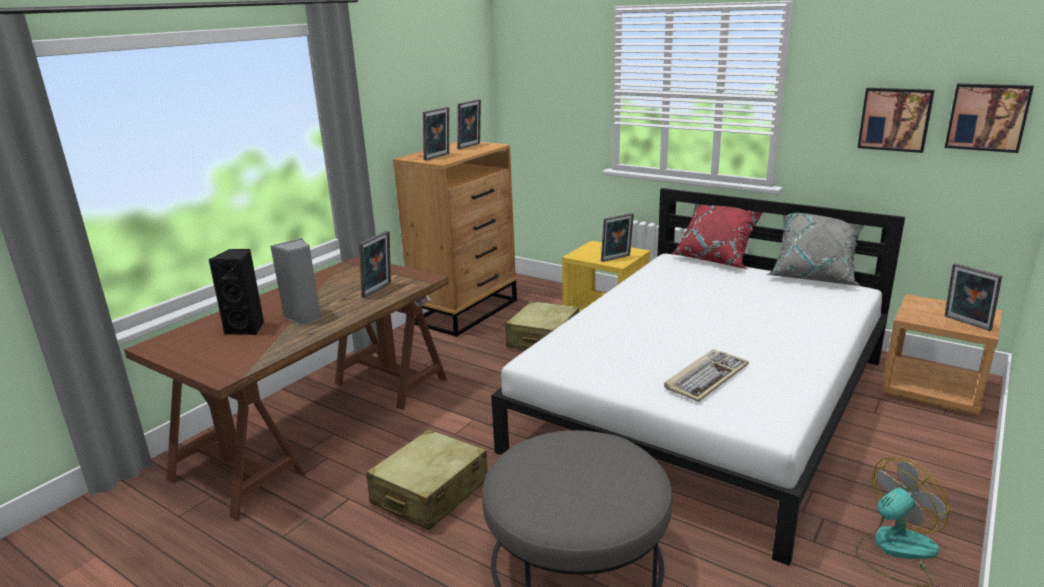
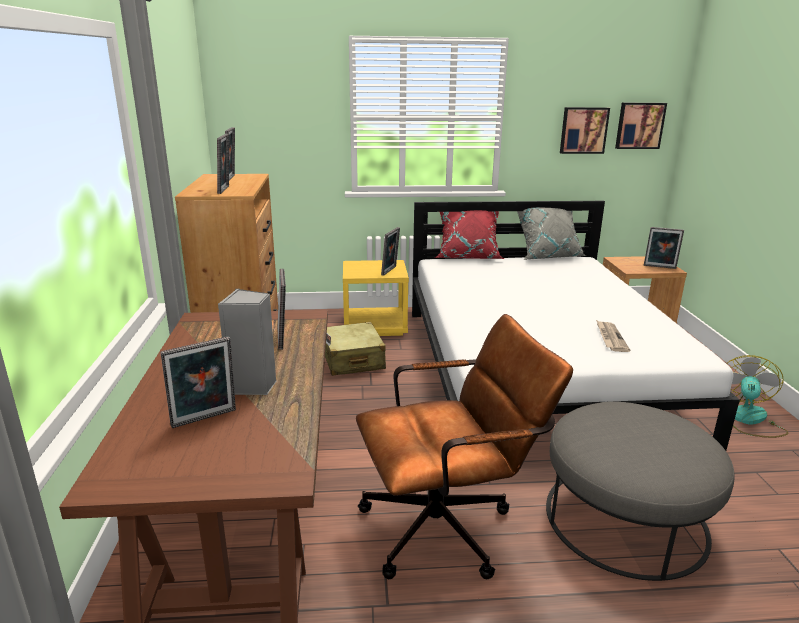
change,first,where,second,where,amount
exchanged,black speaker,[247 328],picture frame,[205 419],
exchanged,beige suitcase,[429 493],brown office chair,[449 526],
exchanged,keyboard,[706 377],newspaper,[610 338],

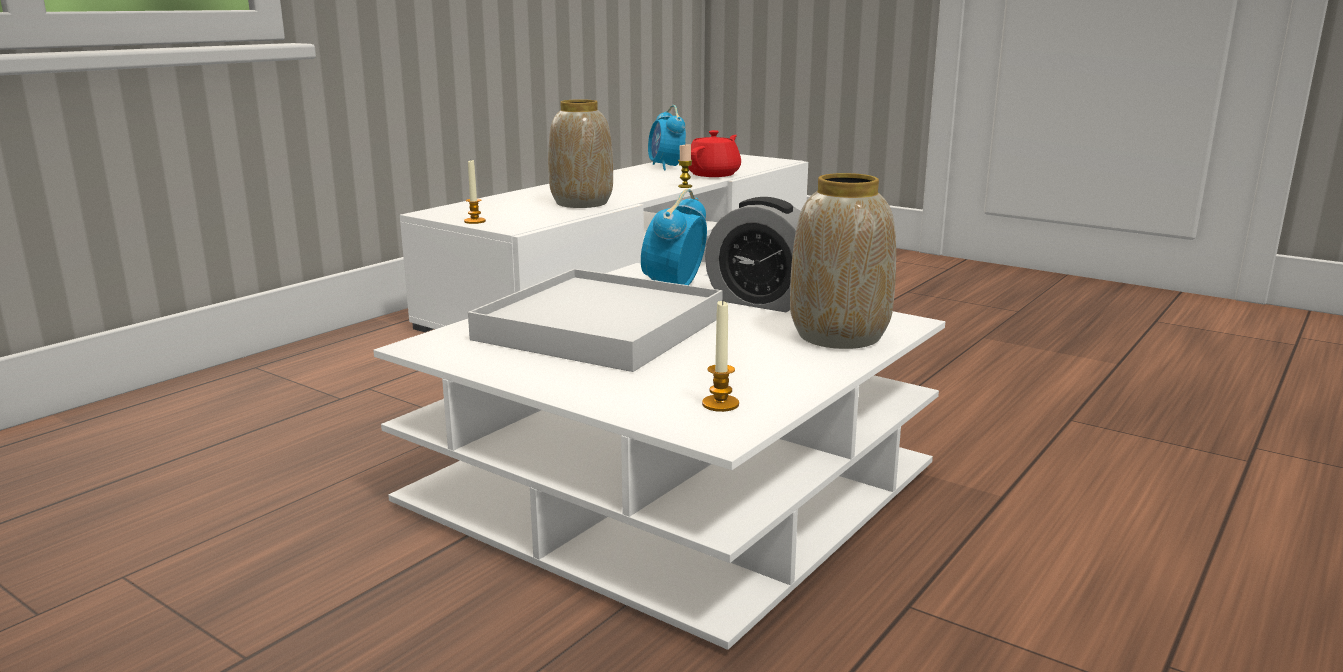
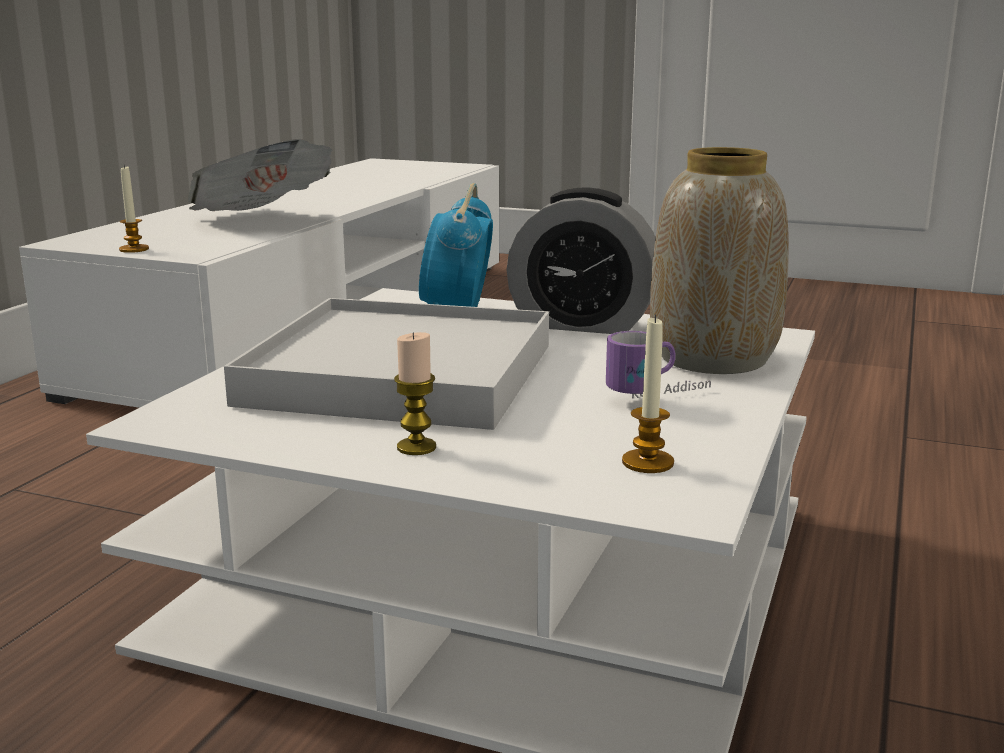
change,first,where,second,where,amount
exchanged,vase,[581 203],newspaper,[262 221],
relocated,candle,[685 186],,[416 447],
appeared,,,mug,[660 397],
missing,alarm clock,[666 167],,,
missing,red teapot,[714 174],,,

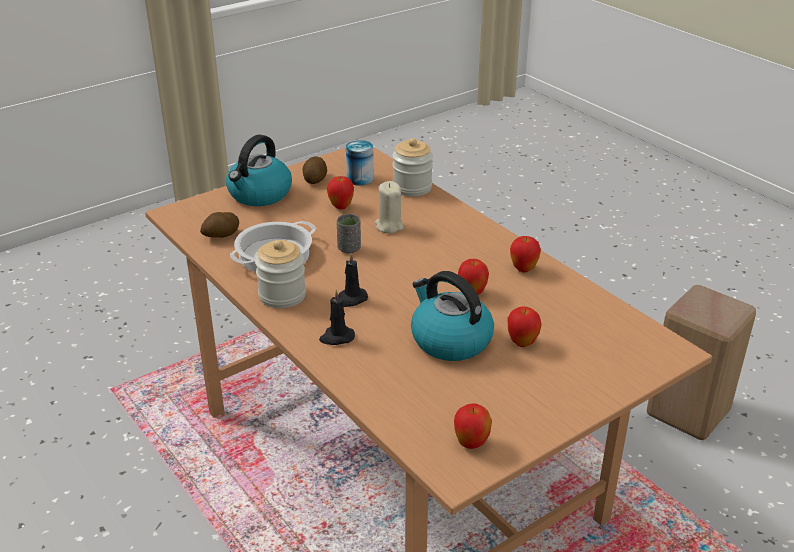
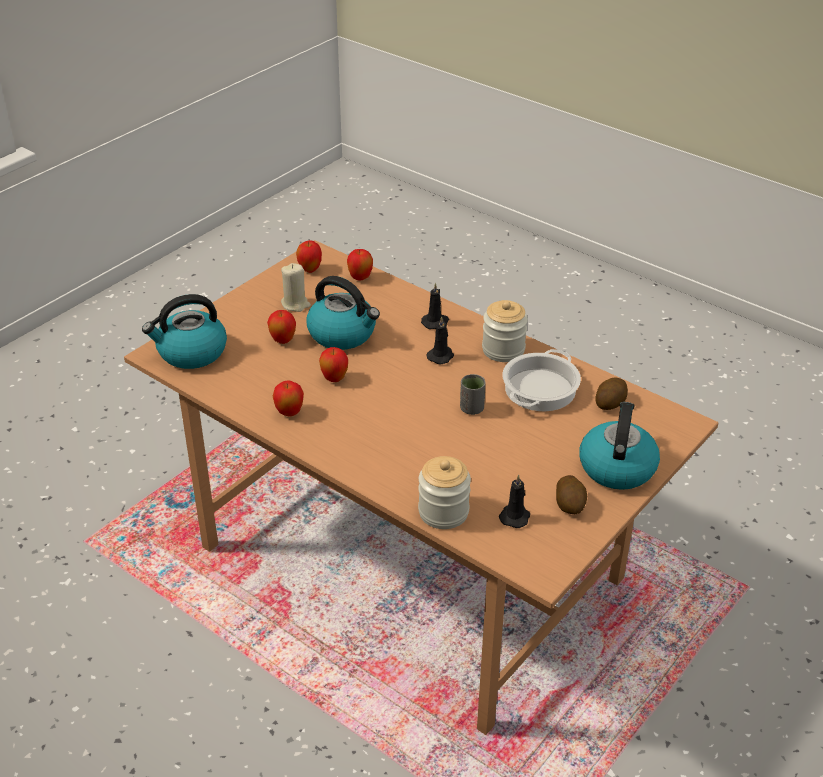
change,first,where,second,where,amount
appeared,,,kettle,[191 353],
relocated,beige candle,[389 226],,[295 304],
relocated,apple,[341 207],,[360 278],
exchanged,can,[360 179],black candle,[515 516],
missing,beige stool,[690 412],,,

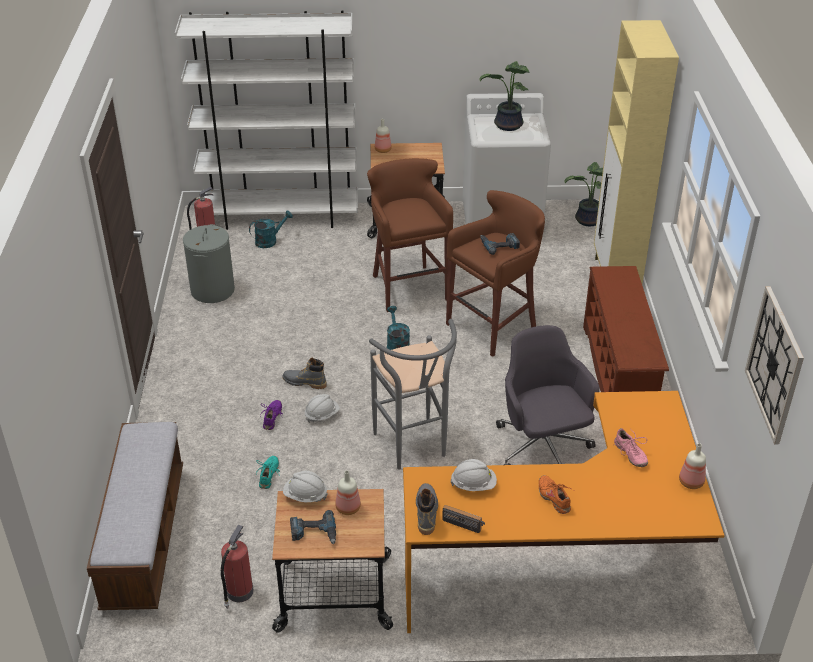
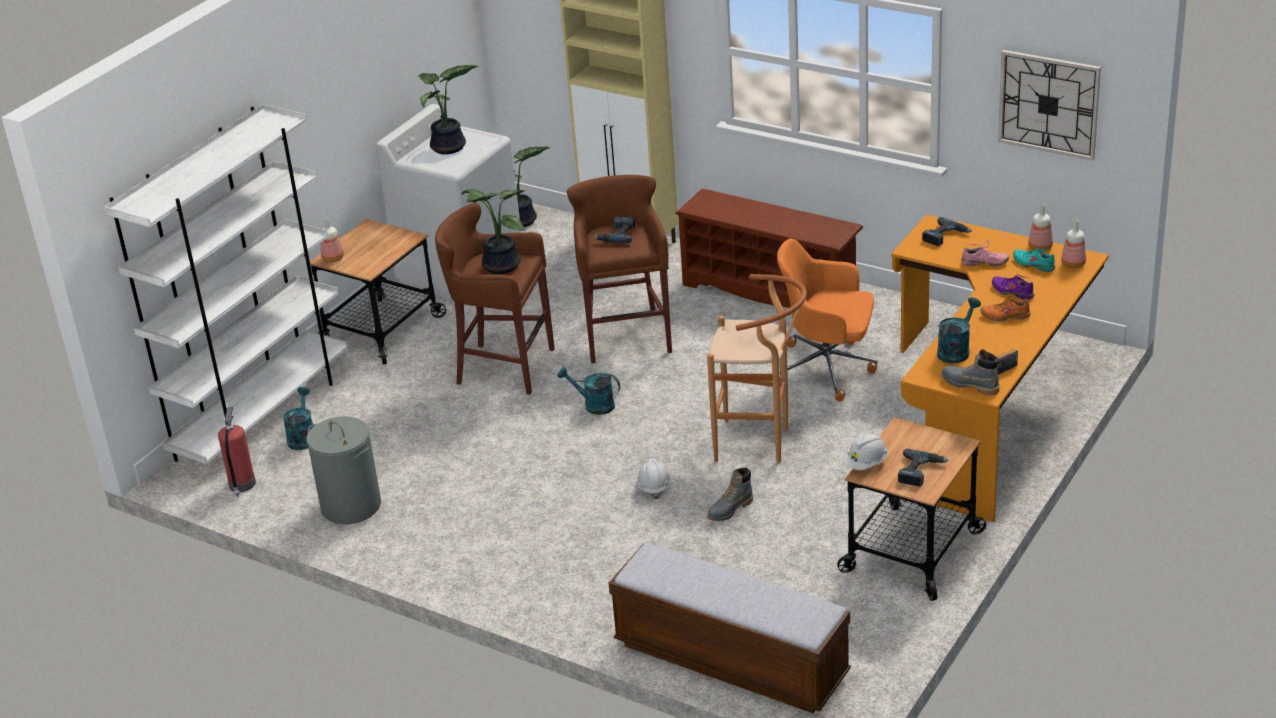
change,first,where,second,where,amount
appeared,,,potted plant,[499 266],
colour,grey stool,[414 449],brown stool,[760 443],
relocated,grey boot,[304 382],,[730 510],
colour,grey office chair,[542 448],orange office chair,[828 368],
appeared,,,power drill,[945 236],
exchanged,white hard hat,[473 485],turquoise watering can,[956 350],
relocated,purple shoe,[272 418],,[1012 292],
relocated,turquoise shoe,[269 475],,[1034 264],
relocated,bottle,[347 508],,[1073 264],
missing,fire extinguisher,[239 593],,,

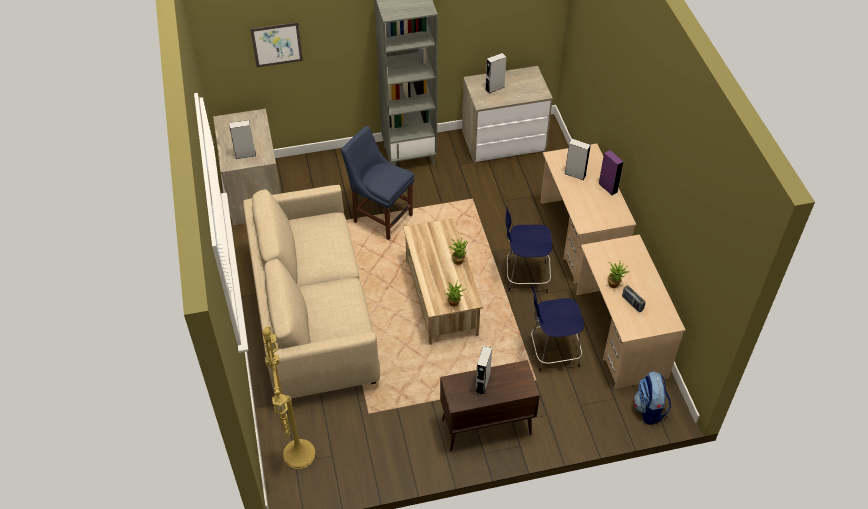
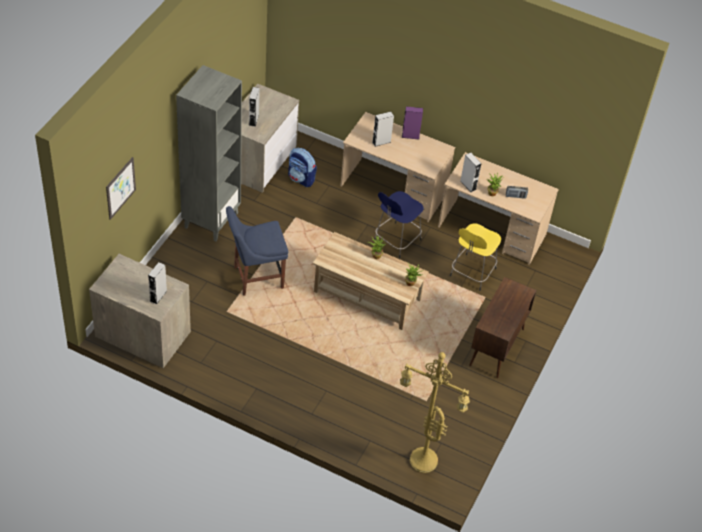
change,first,where,second,where,amount
relocated,backpack,[649 409],,[301 178],
colour,blue stool,[552 352],yellow stool,[472 273],
relocated,grey speaker,[482 384],,[468 185],
missing,beige sofa,[313 316],,,

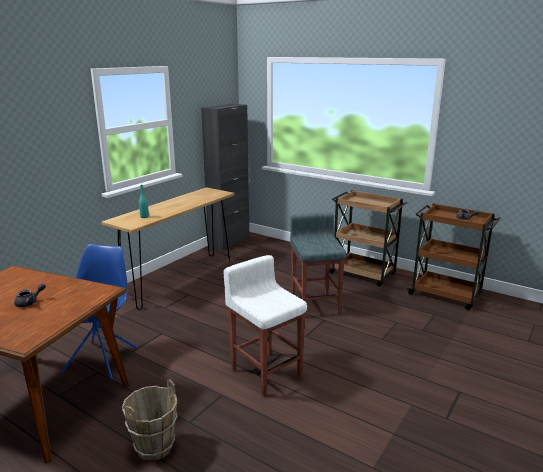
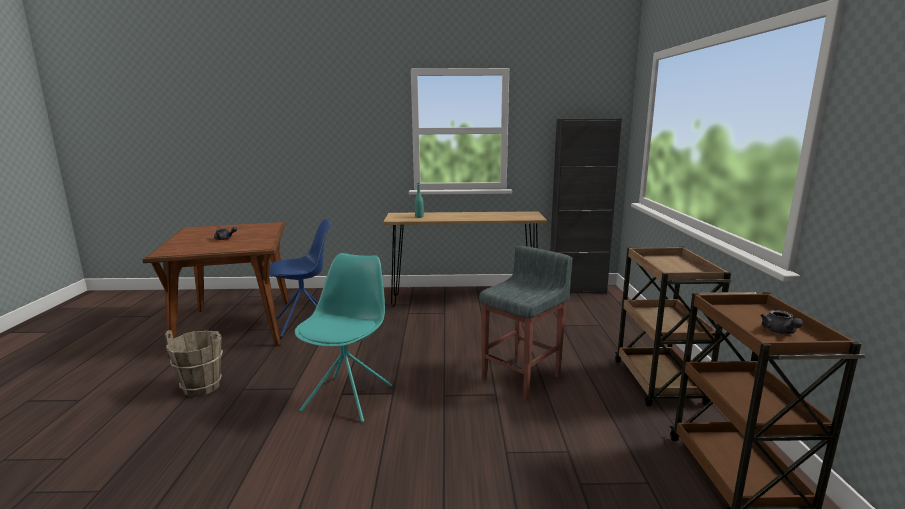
change,first,where,second,where,amount
exchanged,white stool,[266 372],turquoise chair,[349 397],

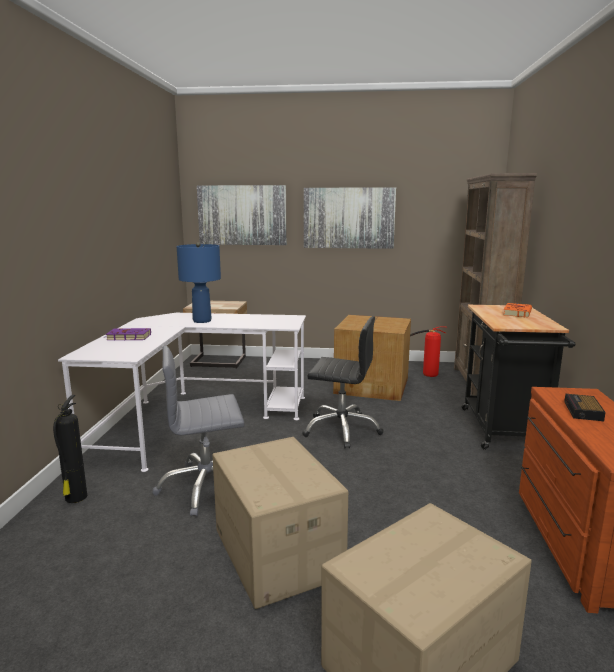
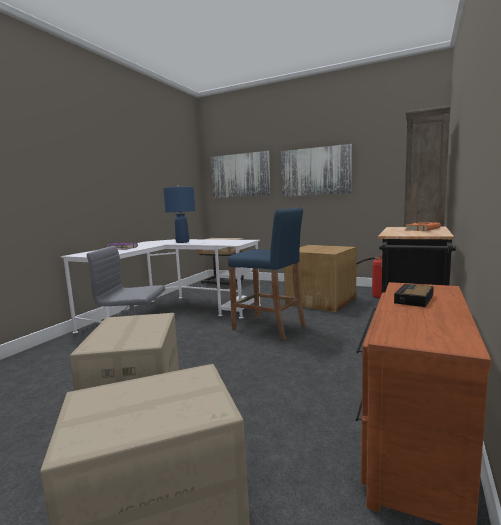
change,first,where,second,where,amount
exchanged,black office chair,[342 429],blue stool,[268 327],
missing,fire extinguisher,[75 498],,,

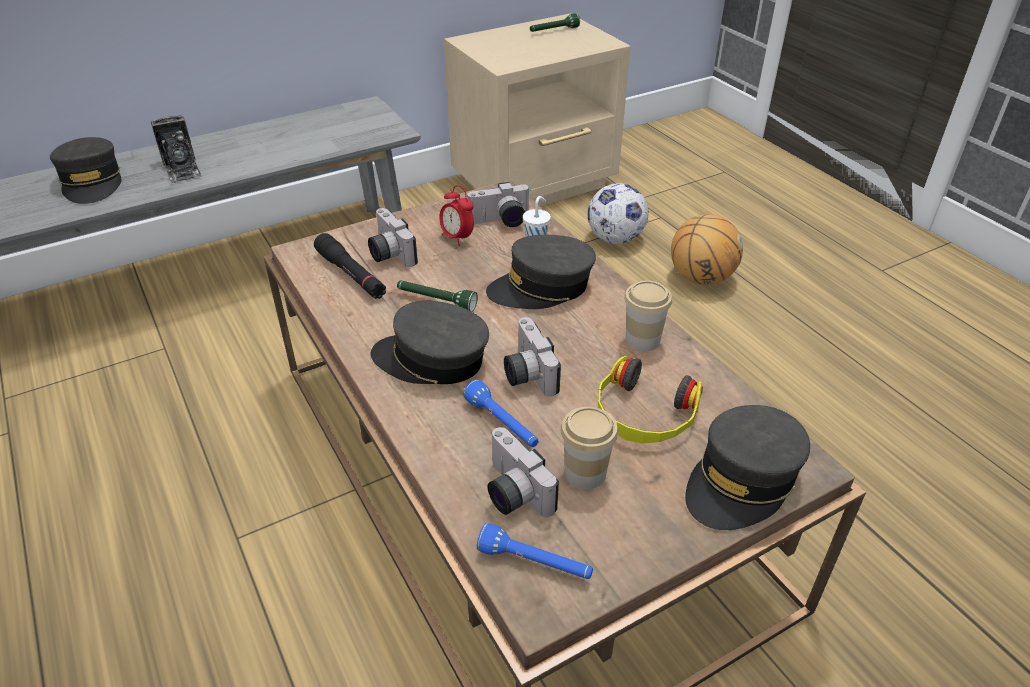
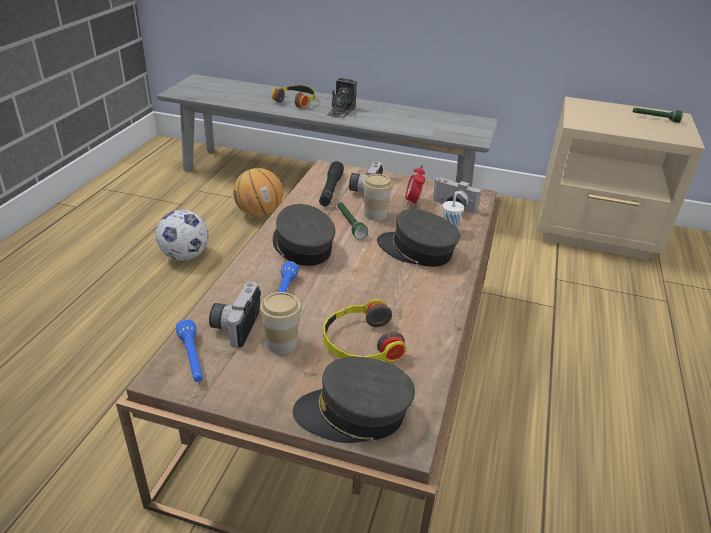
change,first,where,second,where,amount
relocated,football,[615 239],,[185 255],
relocated,basketball,[700 278],,[259 214],
exchanged,grey cap,[92 182],headphones,[296 100],
relocated,cup,[642 340],,[375 214],
missing,photo camera,[526 373],,,

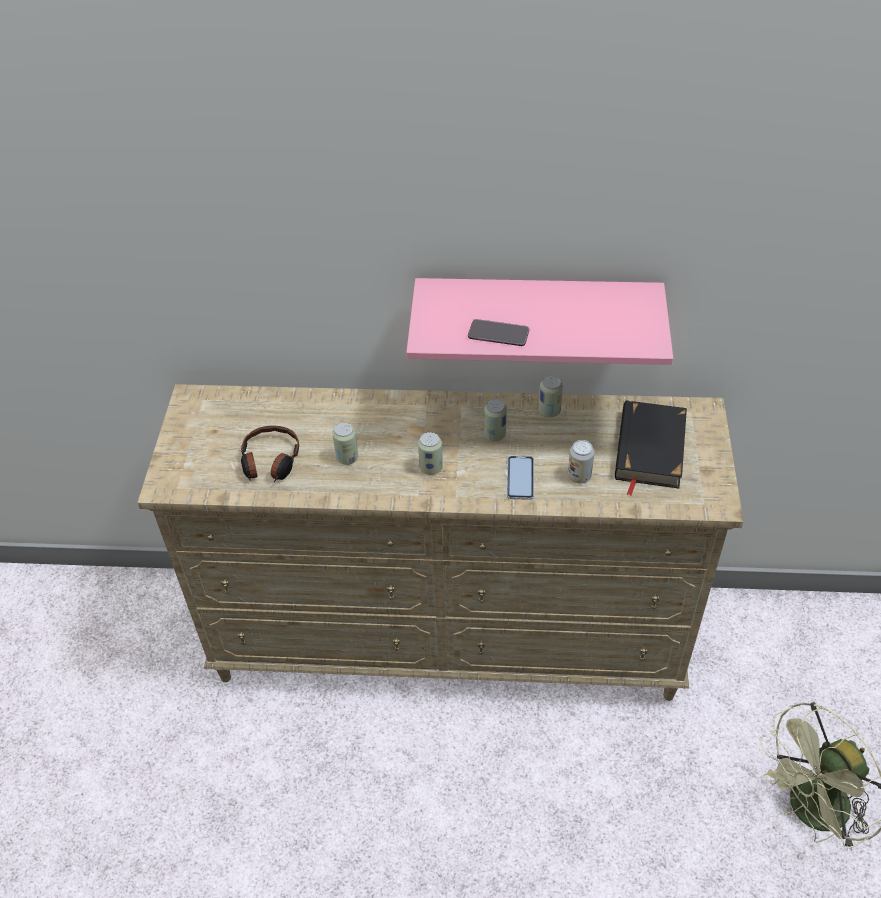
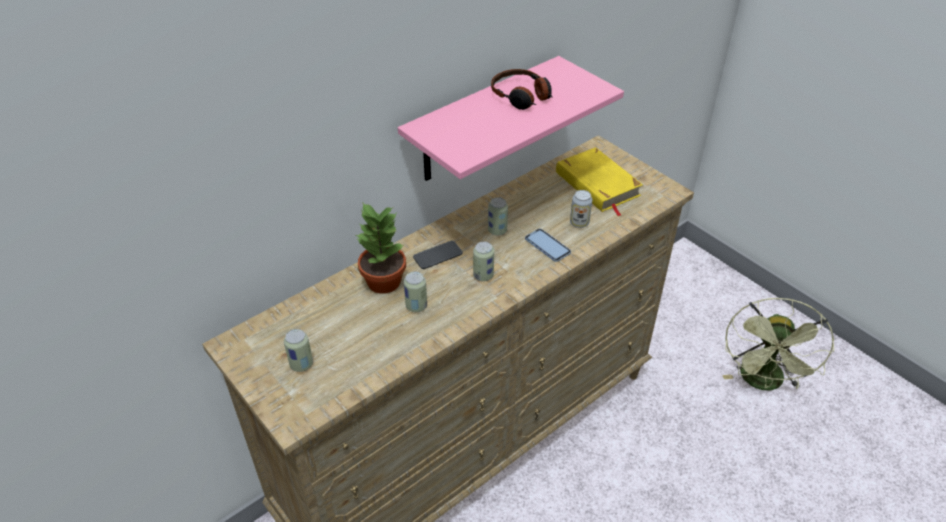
change,first,where,second,where,amount
relocated,can,[549 411],,[301 364],
appeared,,,potted plant,[383 281],
relocated,phone,[498 334],,[438 255],
relocated,headphones,[270 461],,[521 96],
colour,black book,[649 449],yellow book,[597 184],

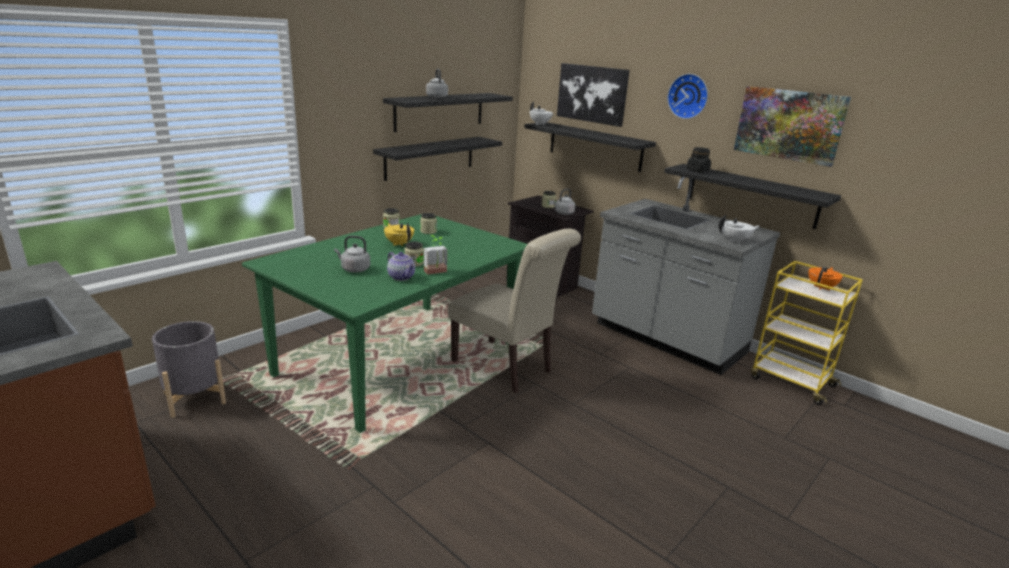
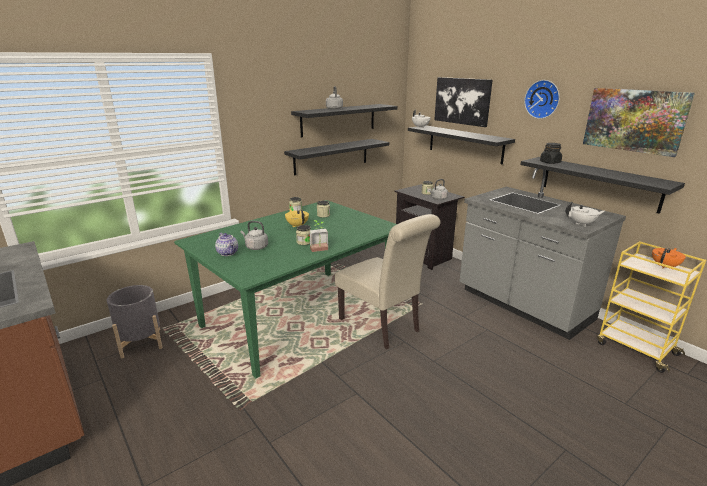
change,first,where,second,where,amount
relocated,teapot,[402 277],,[228 253],

